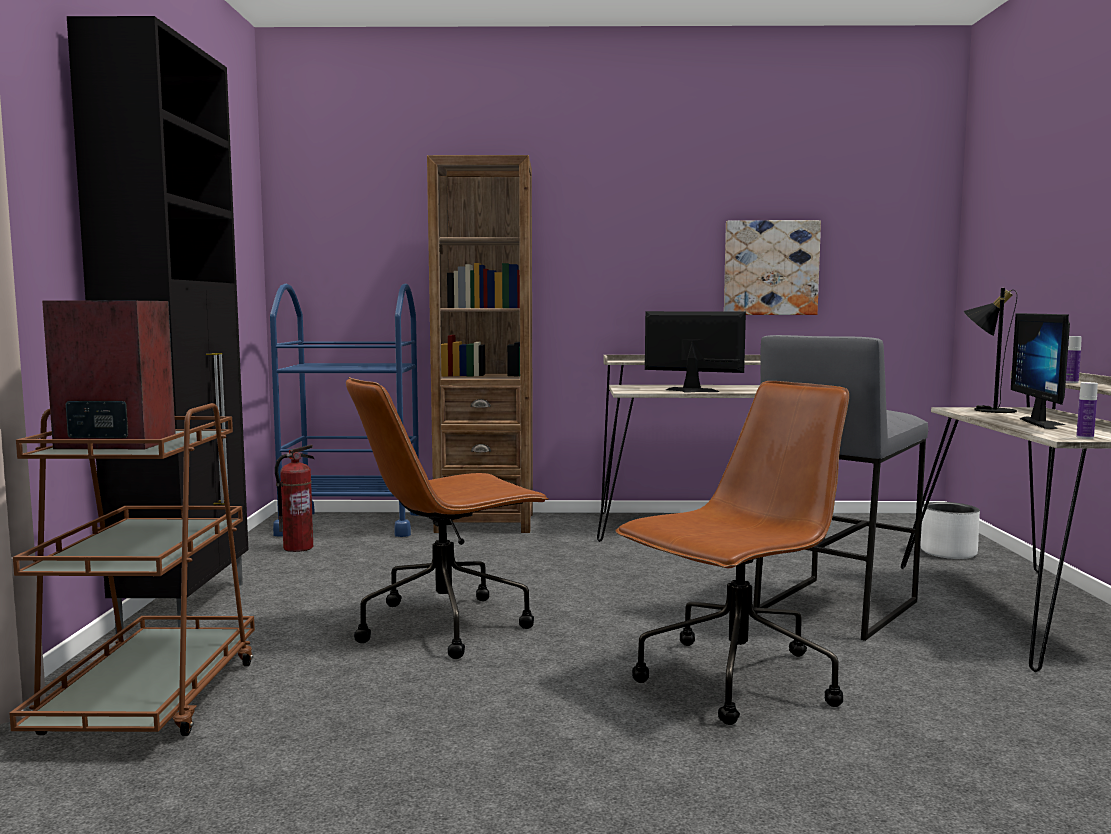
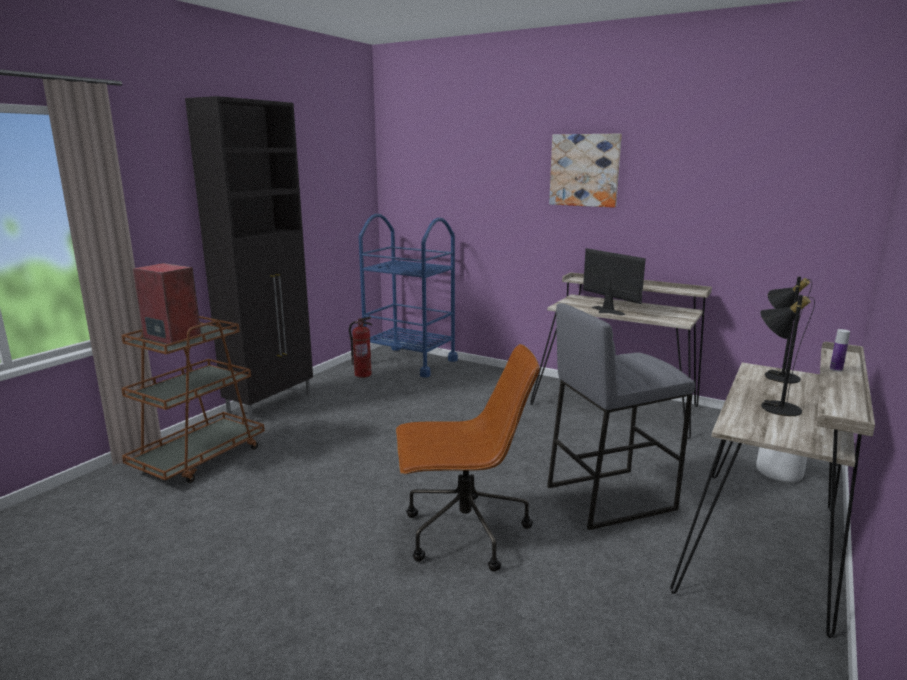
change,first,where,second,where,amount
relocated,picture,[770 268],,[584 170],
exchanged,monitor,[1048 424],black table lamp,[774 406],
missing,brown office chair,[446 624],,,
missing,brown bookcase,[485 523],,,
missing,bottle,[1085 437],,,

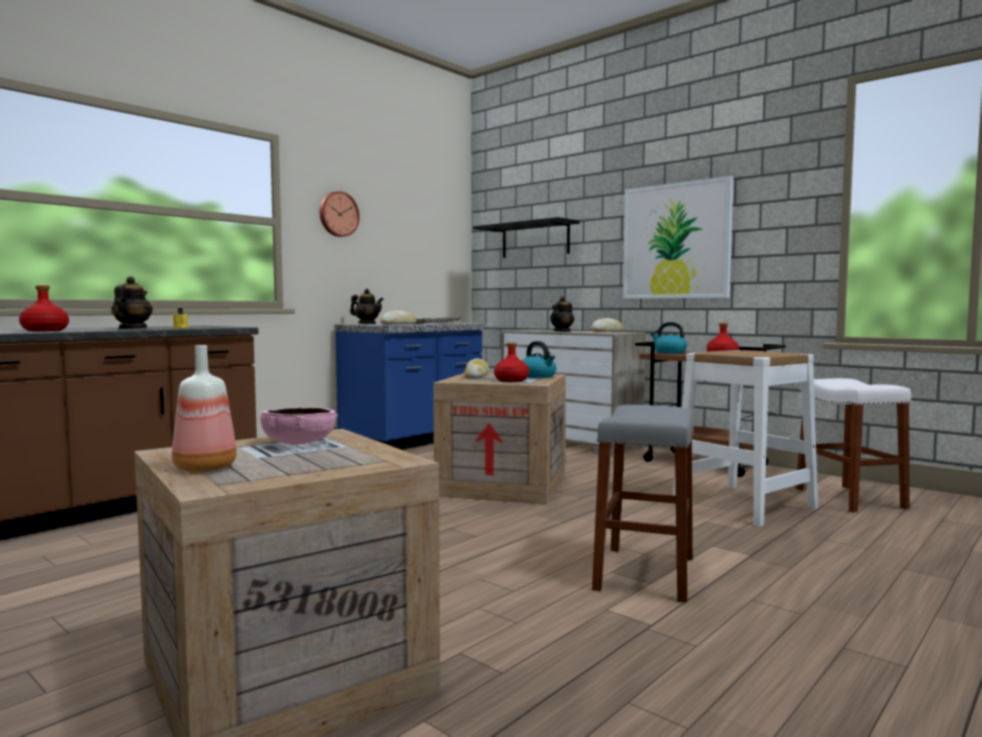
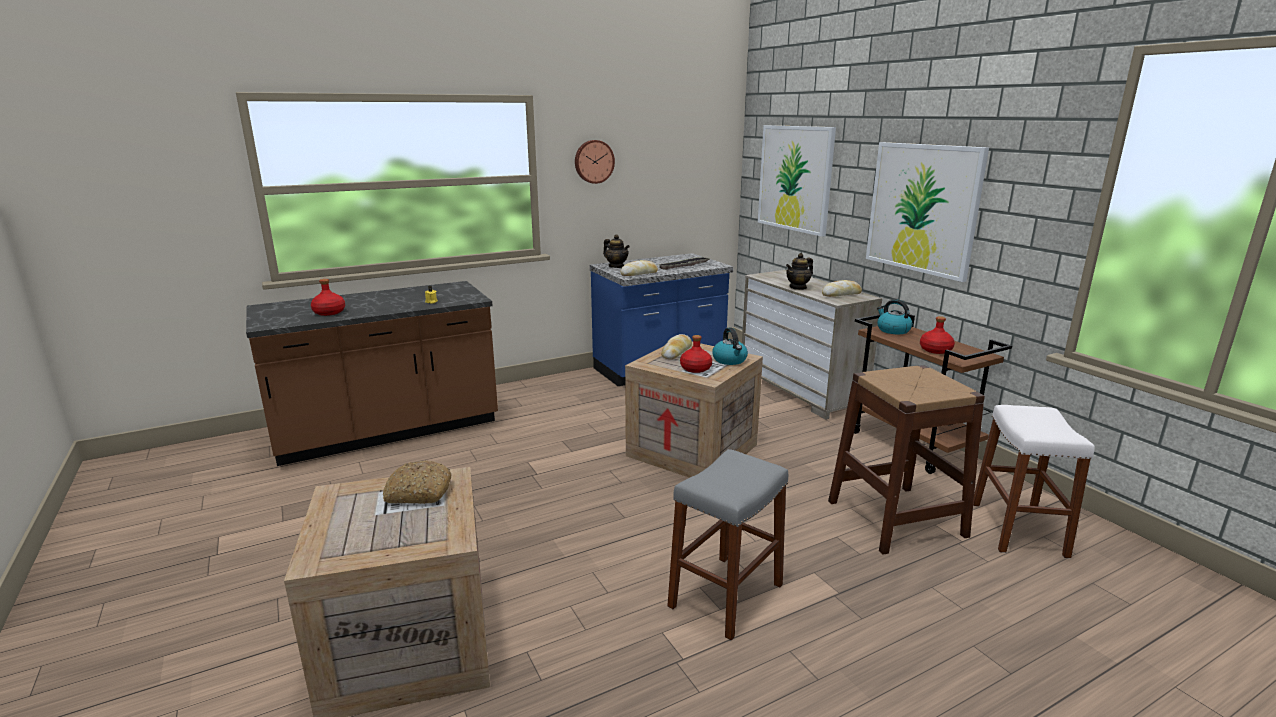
change,first,where,second,where,amount
exchanged,pink bowl,[298 443],bread,[418 493],
exchanged,black shelf,[535 240],picture,[795 178],
colour,white stool,[744 504],brown stool,[896 518],
missing,teapot,[132 329],,,
missing,bottle,[205 468],,,

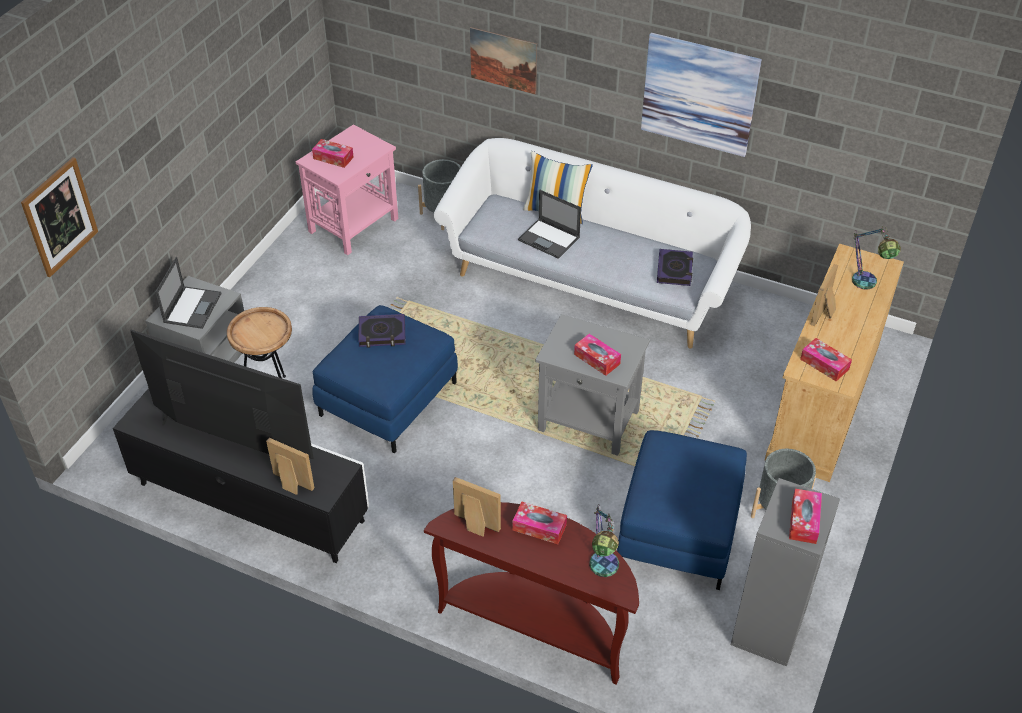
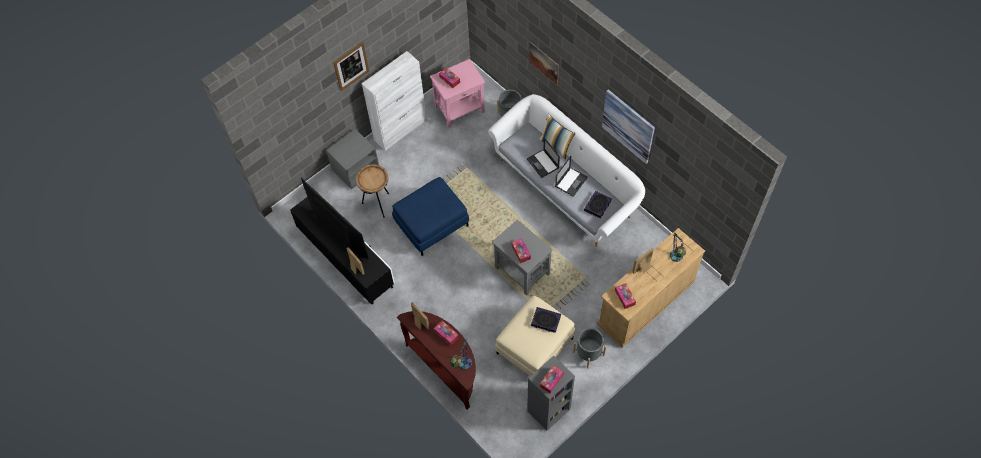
change,first,where,second,where,amount
relocated,picture,[59 217],,[351 66],
appeared,,,white cabinet,[400 129],
colour,blue ottoman,[679 530],beige ottoman,[535 346],
relocated,book,[382 334],,[546 321],
relocated,laptop,[192 307],,[571 181],

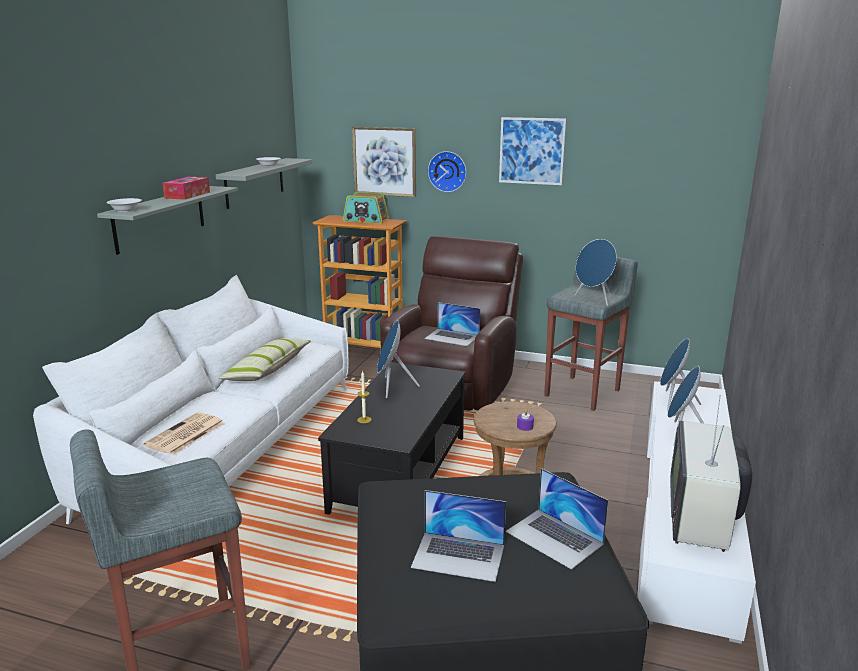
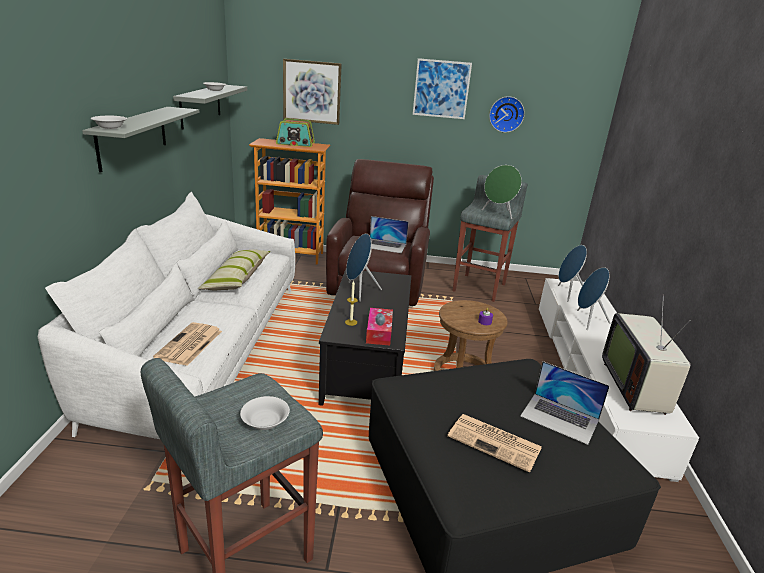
change,first,where,second,where,amount
appeared,,,white bowl,[265 422],
relocated,tissue box,[187 195],,[379 332],
exchanged,laptop,[459 556],newspaper,[496 442],
colour,blue speaker,[594 299],green speaker,[498 214],
relocated,wall clock,[447 171],,[506 114],

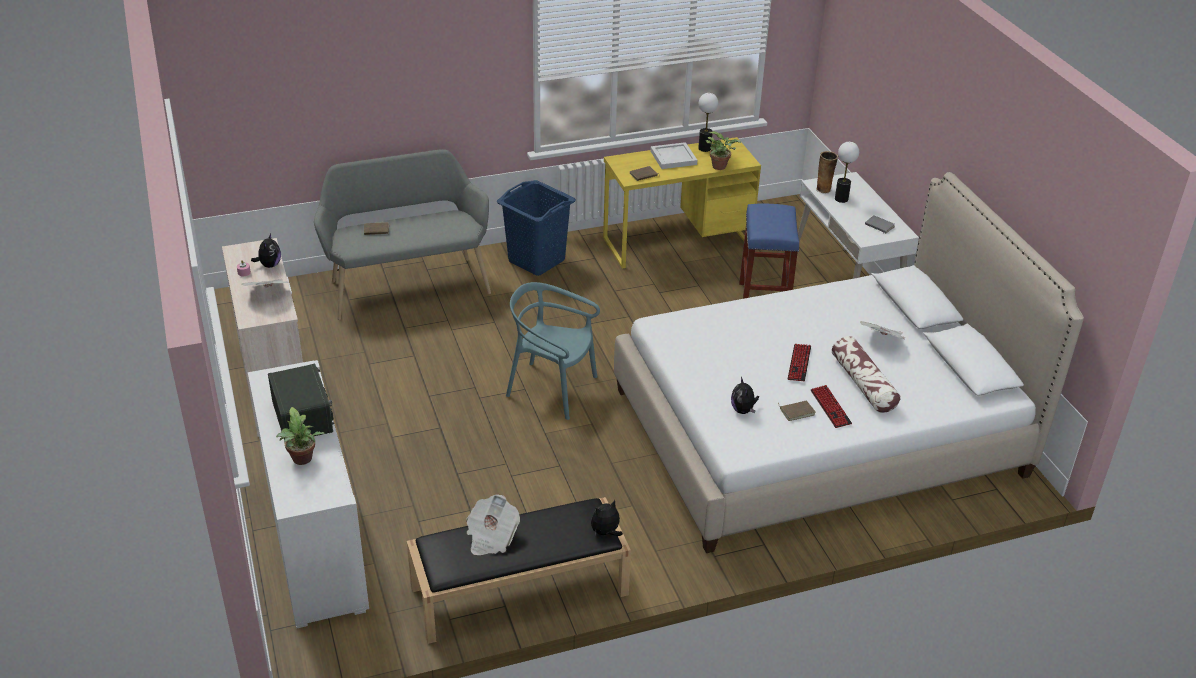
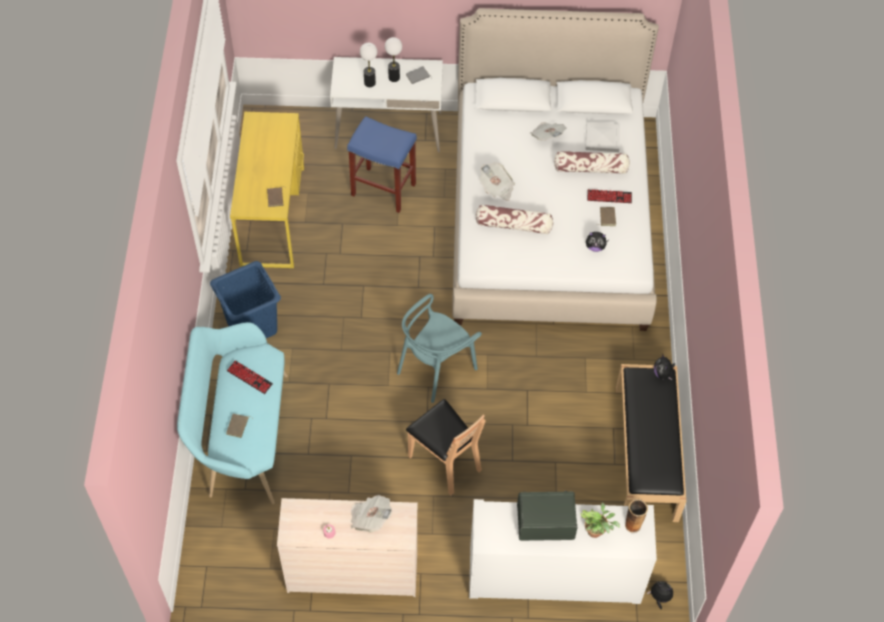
change,first,where,second,where,amount
colour,grey bench,[407 284],turquoise bench,[242 437],
relocated,keyboard,[799 363],,[249 377],
relocated,table lamp,[704 148],,[394 77],
appeared,,,brown chair,[445 461],
appeared,,,pillow,[513 225],
relocated,newspaper,[491 537],,[497 188],
relocated,white tray,[673 157],,[601 137],
relocated,vase,[824 189],,[632 525],
relocated,plush toy,[269 265],,[659 597],
missing,potted plant,[721 167],,,

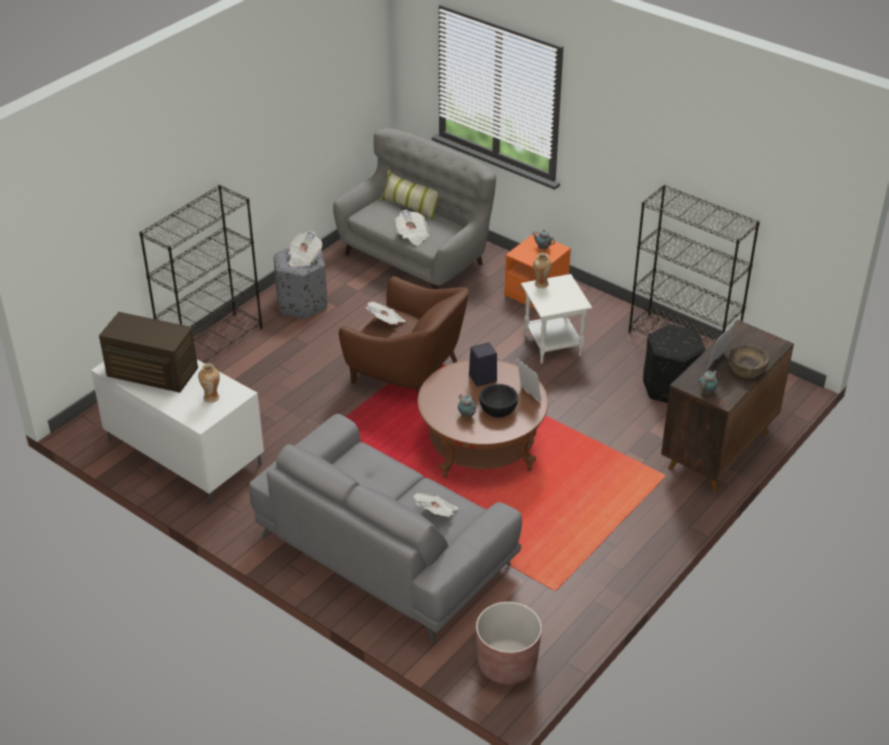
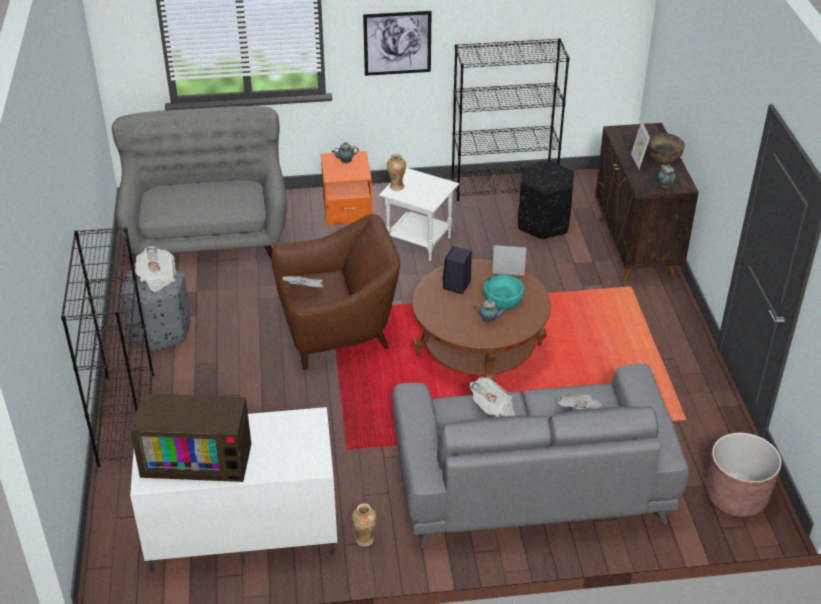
change,first,where,second,where,amount
spun,television,[150 373],,[198 458],150 degrees counterclockwise
relocated,vase,[211 397],,[364 539],
appeared,,,picture,[397 43],
relocated,newspaper,[412 235],,[493 408],
colour,black bowl,[498 408],turquoise bowl,[502 300],
missing,pillow,[410 207],,,

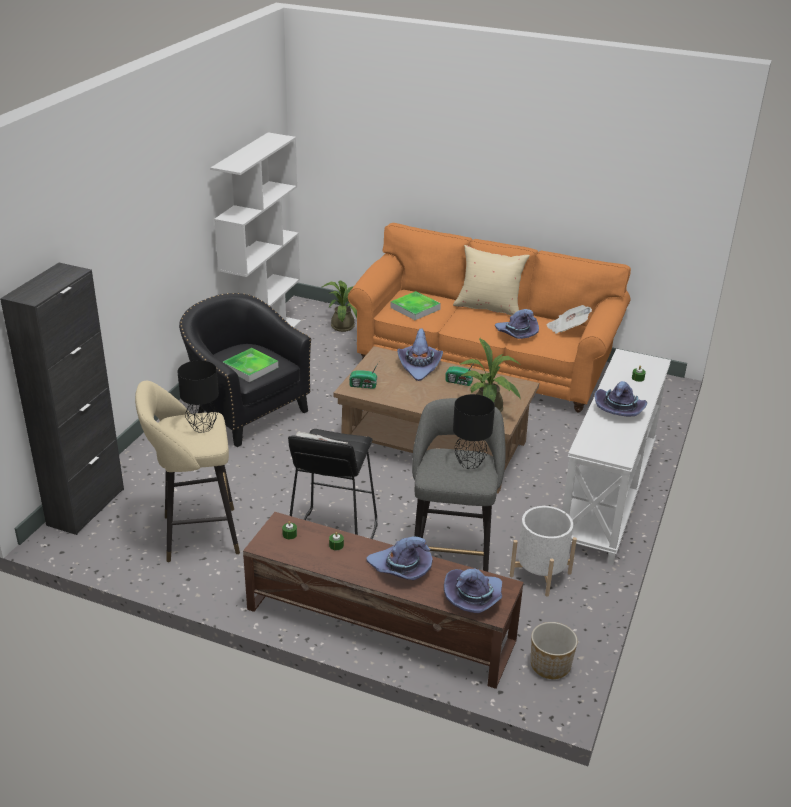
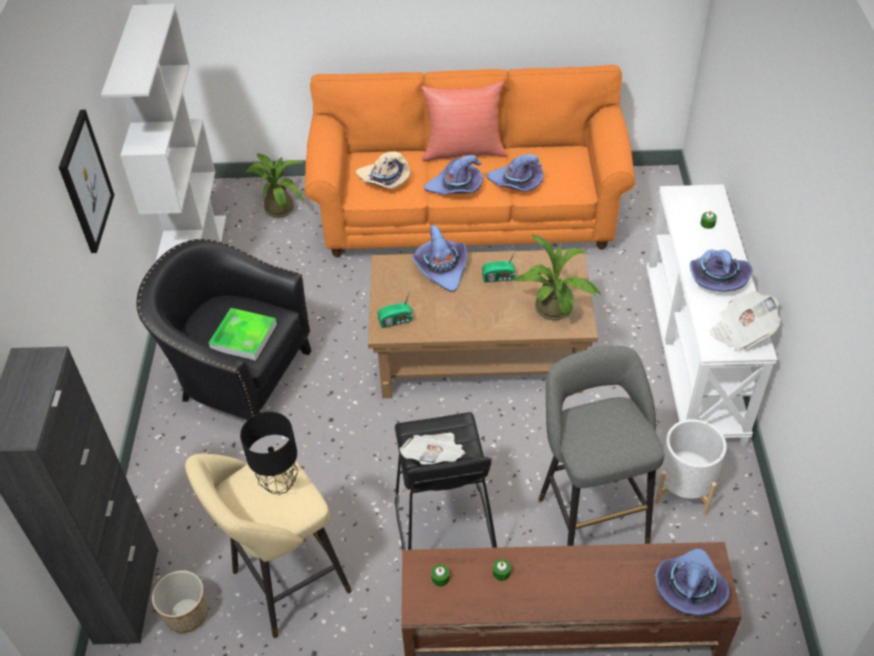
change,first,where,second,where,amount
appeared,,,picture,[85 182],
relocated,planter,[550 666],,[186 614],
exchanged,tray,[415 308],beige hat,[384 180],
colour,beige pillow,[489 307],red pillow,[463 151],
relocated,purple hat,[401 568],,[456 187],
relocated,newspaper,[567 329],,[741 332],
missing,black table lamp,[469 463],,,

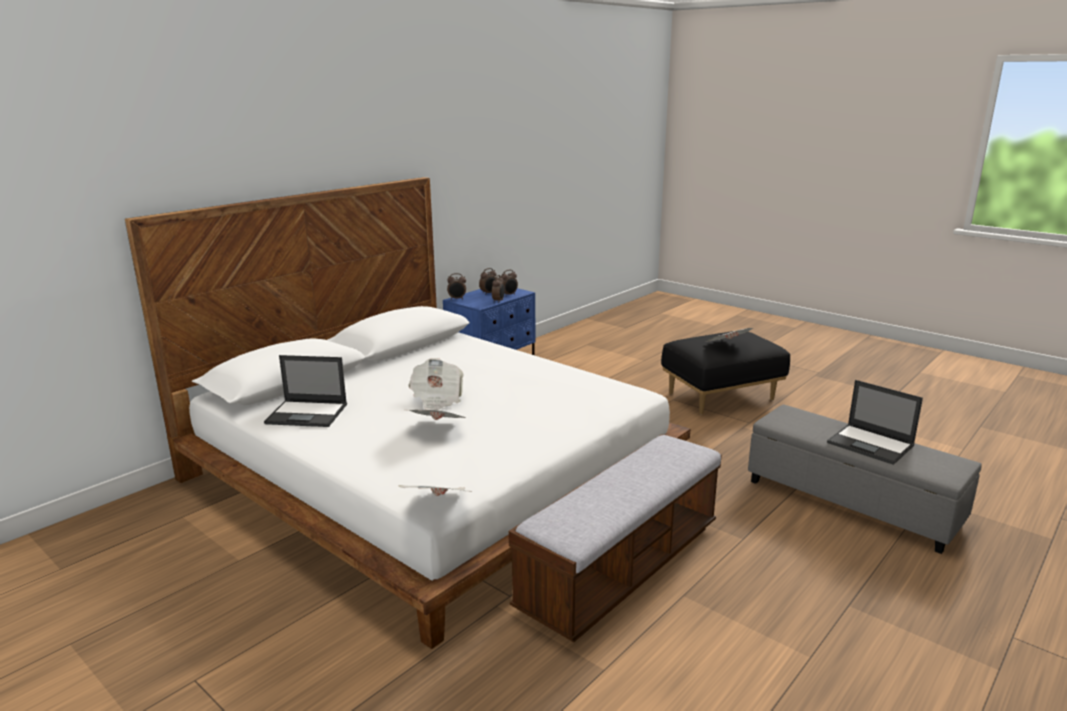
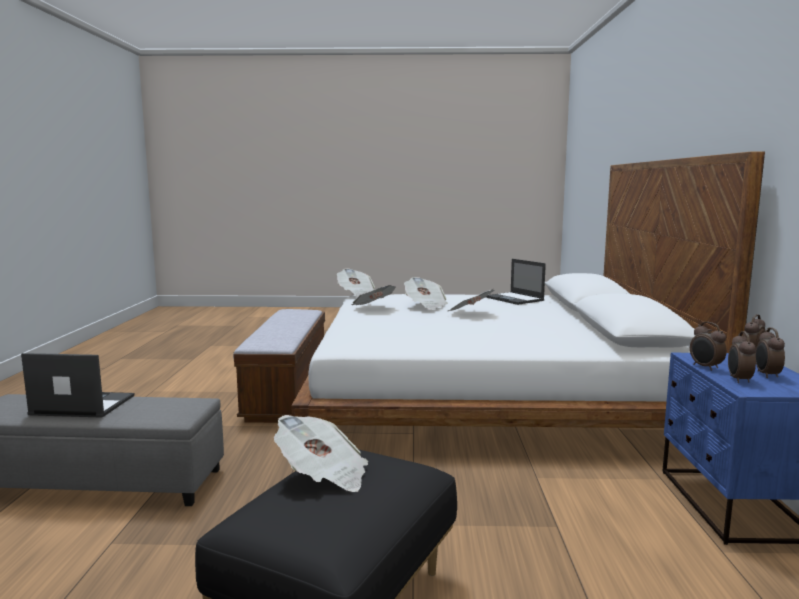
change,first,where,second,where,amount
appeared,,,newspaper,[373 308],
spun,laptop,[308 414],,[515 299],90 degrees counterclockwise

